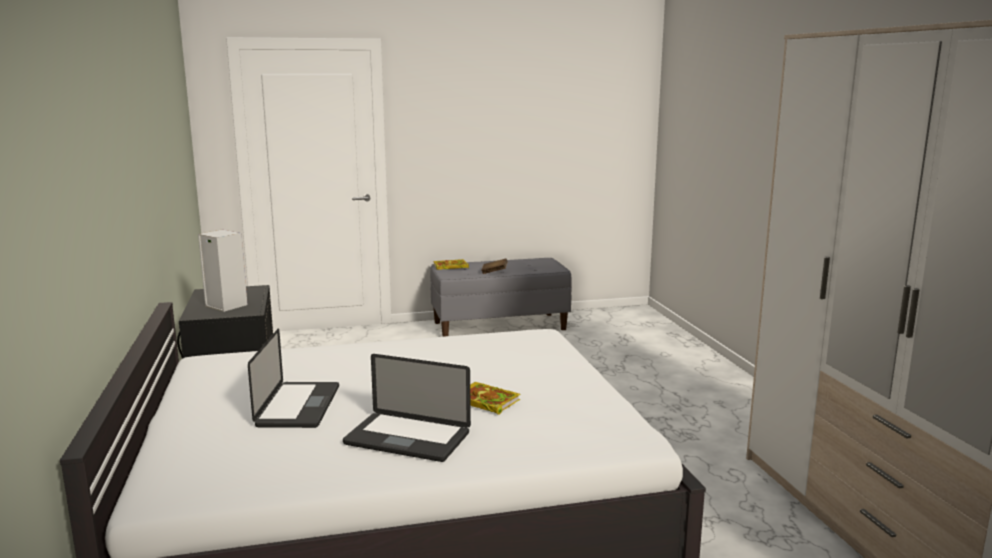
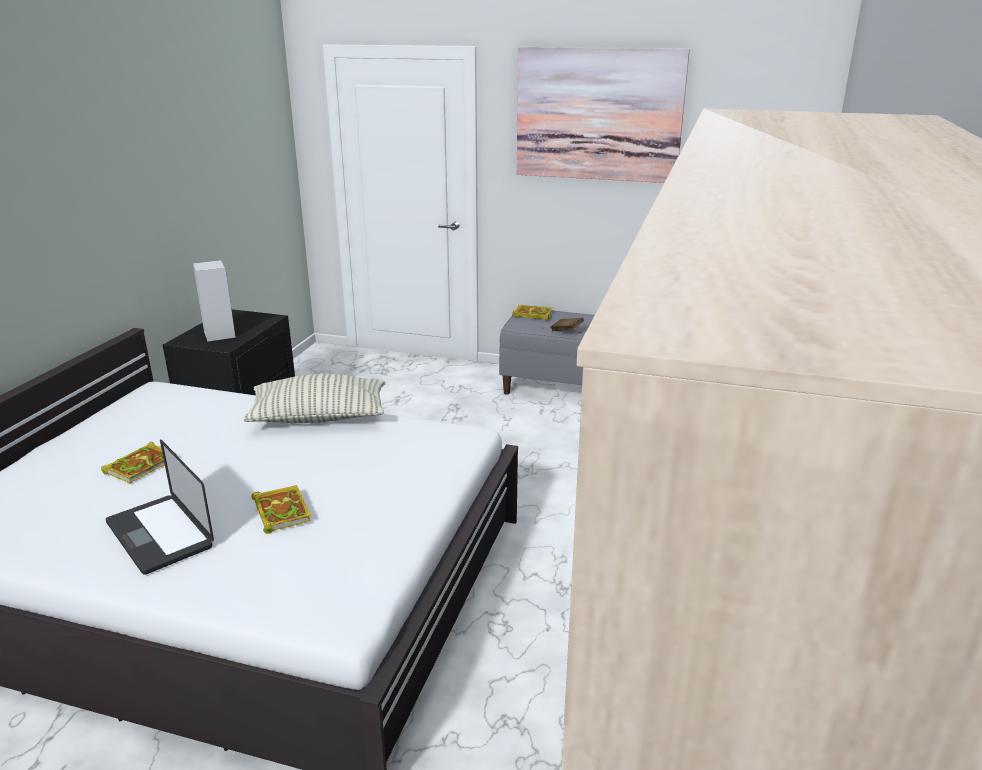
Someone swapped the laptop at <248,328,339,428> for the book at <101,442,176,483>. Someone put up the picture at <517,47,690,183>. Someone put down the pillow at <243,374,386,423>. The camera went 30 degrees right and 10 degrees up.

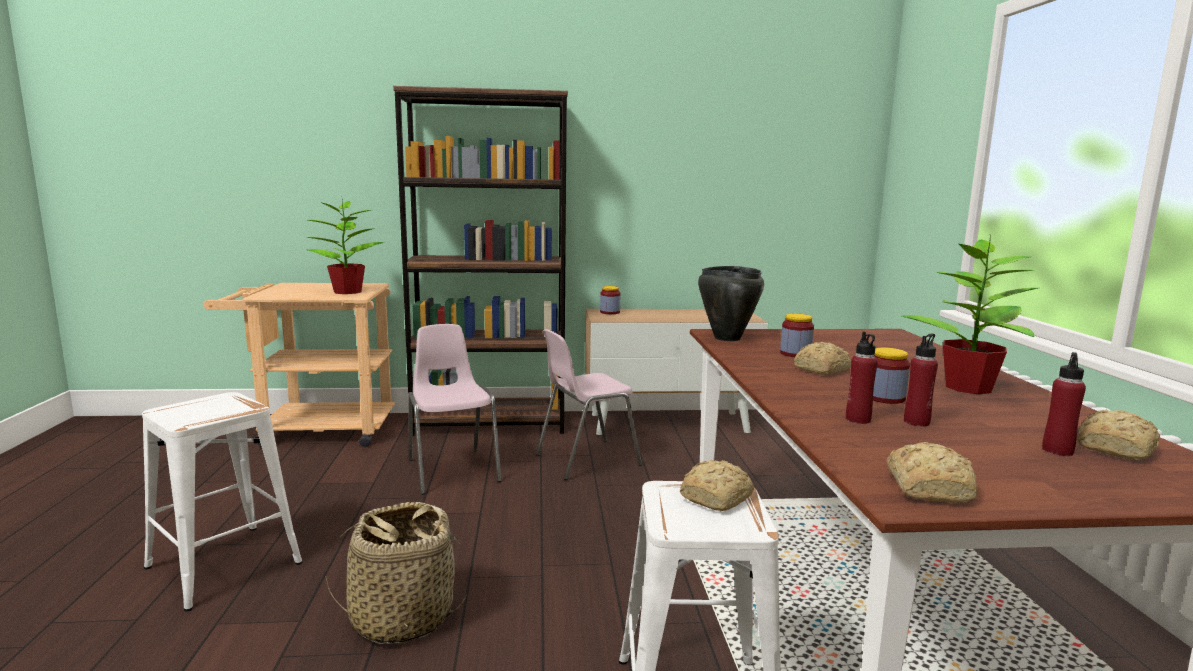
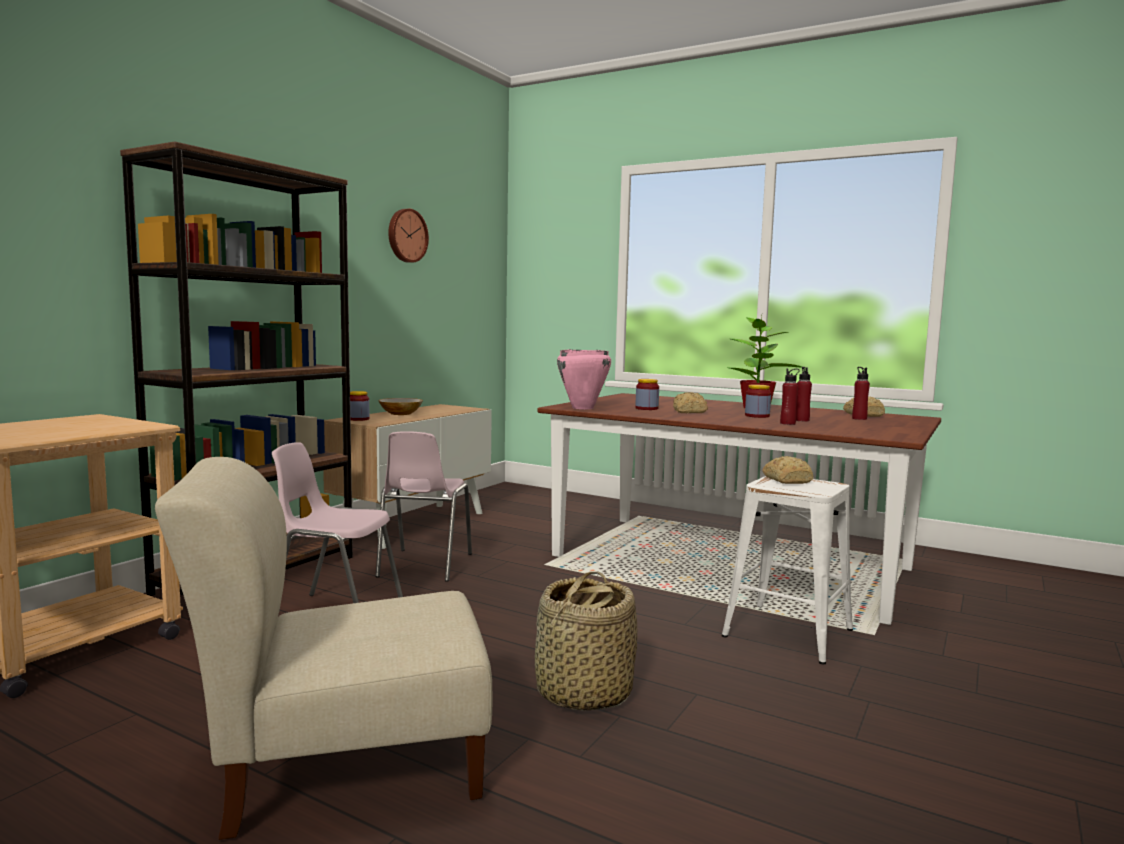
Someone took away the potted plant at <307,199,385,294>. Someone repainted the black cooking pot at <698,266,764,341>, which became the pink cooking pot at <557,349,611,409>. Someone swapped the white stool at <142,392,303,612> for the beige chair at <155,457,492,840>. Someone took away the bread at <886,442,977,503>. Someone put up the wall clock at <388,209,429,263>. Someone put down the bowl at <378,398,423,415>. The camera went 55 degrees left and 5 degrees down.

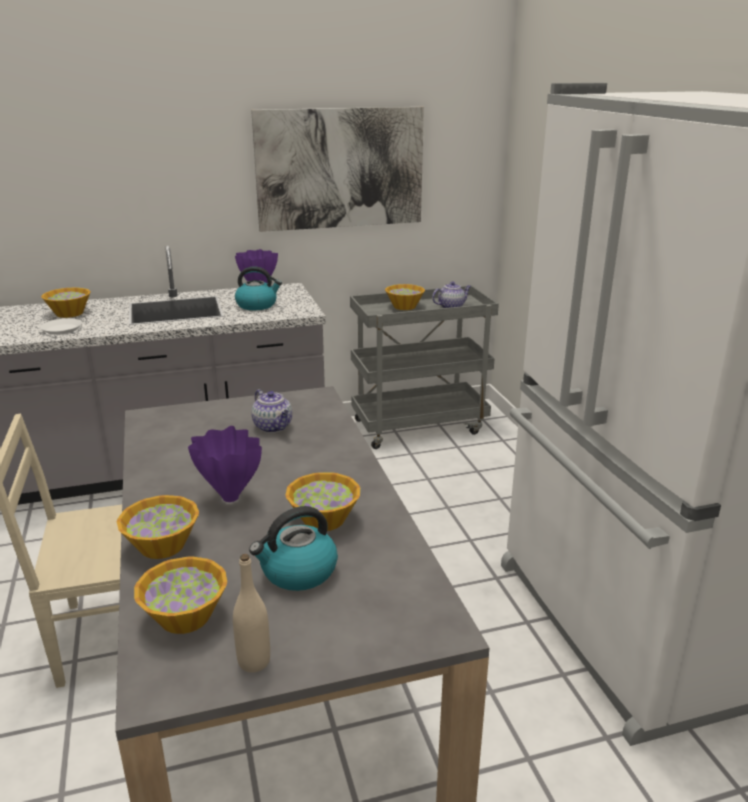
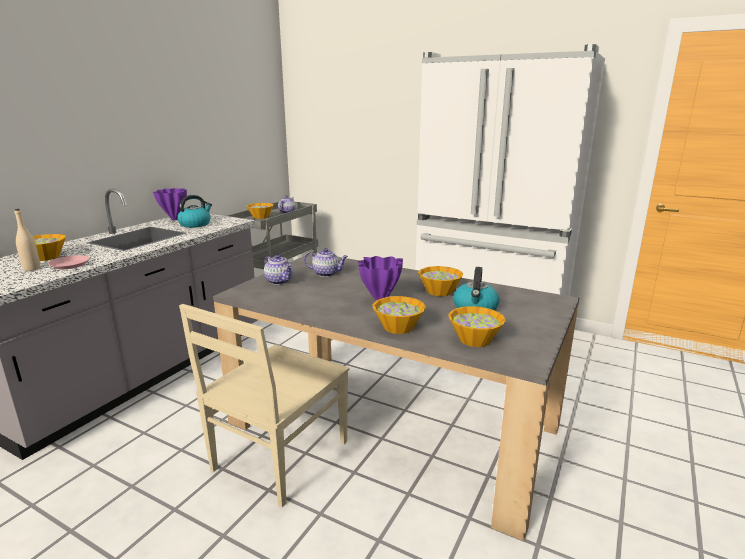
Someone took away the picture at <251,107,424,232>. Someone repainted the white plate at <40,318,82,335>, which became the pink plate at <48,255,89,269>. Someone carried the beige bottle from <233,554,270,673> to <15,209,41,271>. Someone put down the teapot at <264,255,293,285>. The camera went 45 degrees left and 5 degrees down.

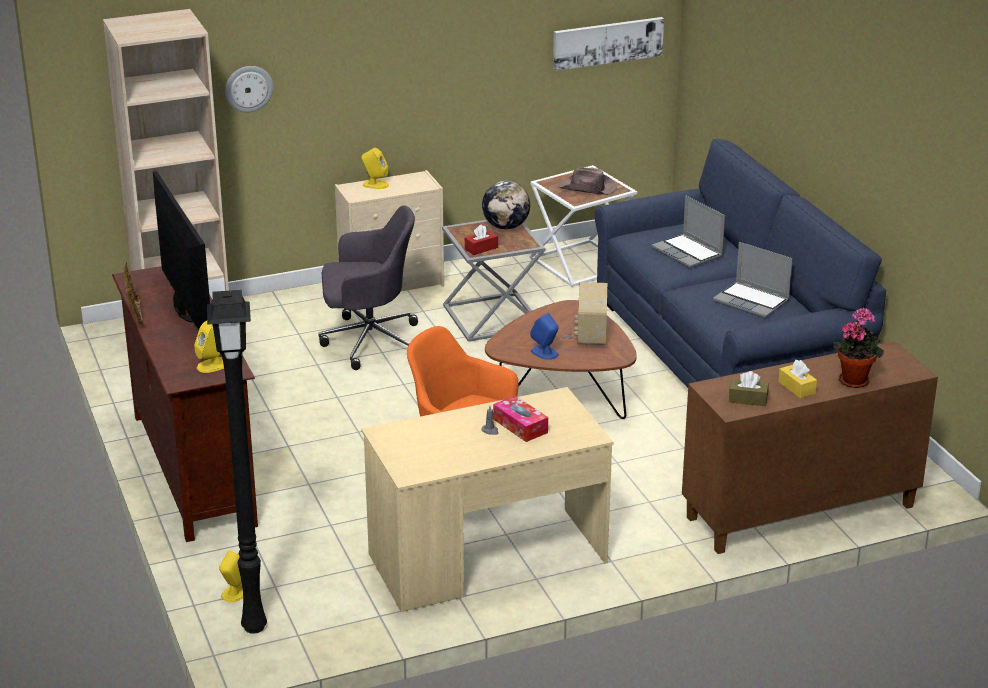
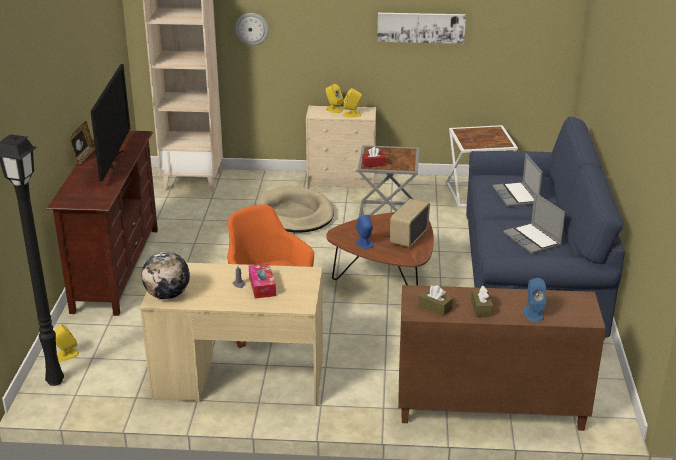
Someone carried the picture from <553,17,664,71> to <377,13,466,44>. Someone took away the brown hat at <558,167,617,195>. Someone carried the globe from <482,181,530,229> to <141,252,190,299>. Someone swapped the grey office chair at <319,205,418,370> for the beige dog bed at <255,186,334,233>. Someone swapped the potted plant at <833,308,884,388> for the blue speaker at <524,278,546,322>. Someone carried the yellow speaker from <194,321,224,373> to <343,88,362,117>. Someone repainted the yellow tissue box at <778,360,817,398>, which became the brown tissue box at <471,285,493,317>. The camera went 25 degrees right and 0 degrees up.

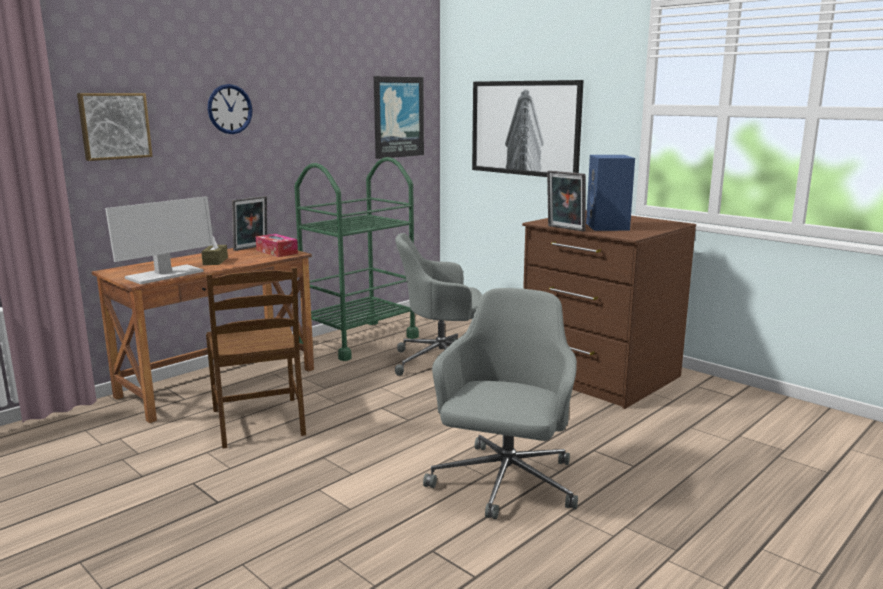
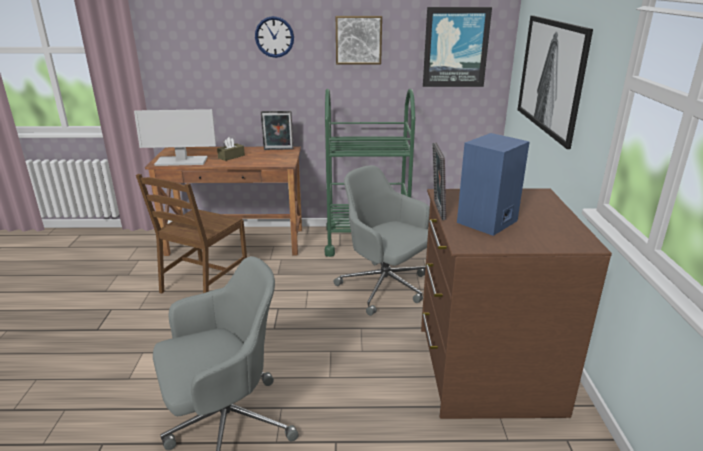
Someone carried the picture from <77,93,153,161> to <336,16,382,65>. Someone took away the tissue box at <256,234,298,257>. The camera went 45 degrees right and 10 degrees up.

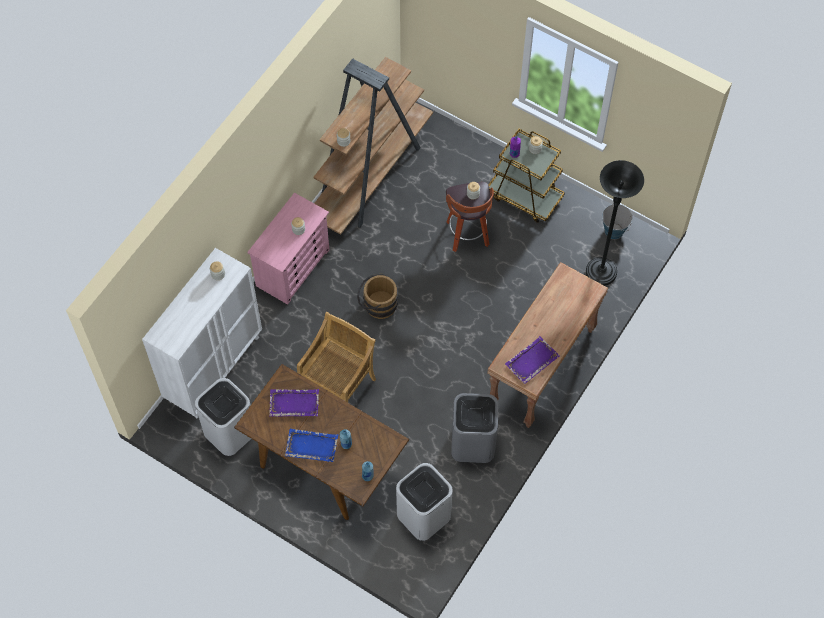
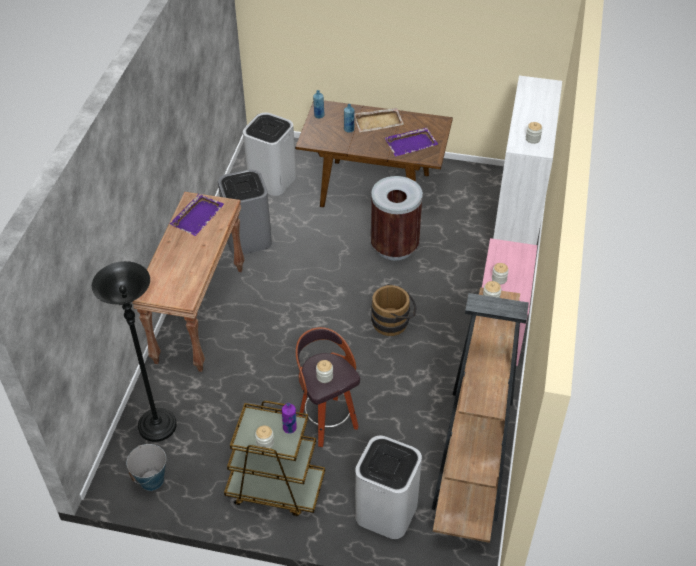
Someone swapped the beige chair at <297,312,376,402> for the brown trash can at <371,176,423,260>. Someone carried the white trash can from <195,378,251,456> to <355,435,422,539>. Someone repainted the blue tray at <285,429,339,462>, which became the beige tray at <354,108,404,132>. The camera went 160 degrees right and 15 degrees down.

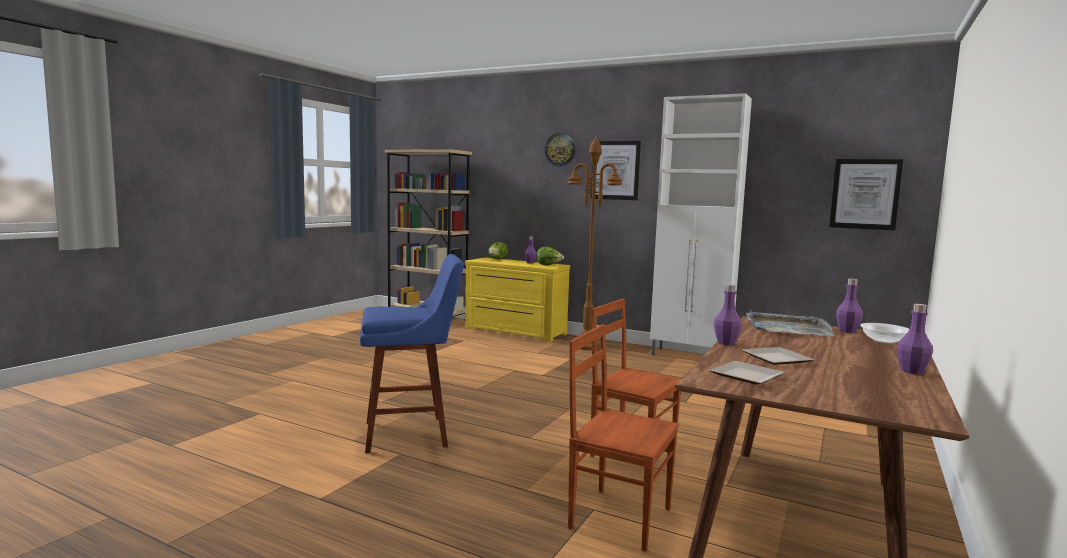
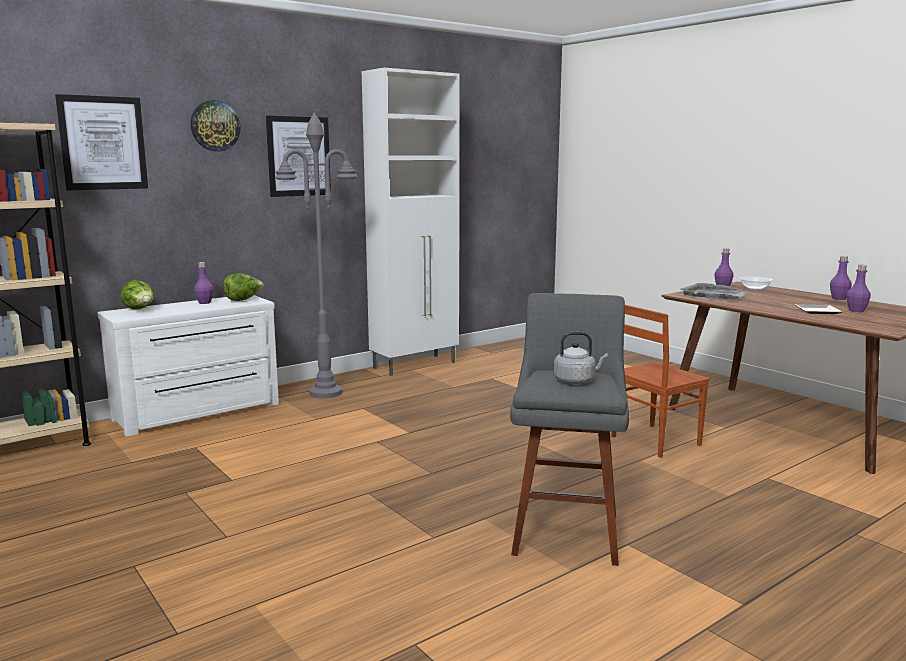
Someone repainted the brown floor lamp at <567,137,623,350>, which became the grey floor lamp at <275,112,358,398>. Someone carried the picture from <829,159,903,230> to <55,94,148,190>. Someone repainted the blue stool at <360,254,464,453>, which became the grey stool at <510,293,629,566>. Someone repainted the yellow dresser at <465,257,570,342>, which became the white dresser at <98,295,279,437>. Someone carried the purple bottle from <714,284,742,345> to <847,265,871,312>. Someone took away the brown chair at <568,324,679,552>. Someone took away the plate at <710,361,784,385>. Someone put down the grey kettle at <553,332,608,384>. The camera went 65 degrees left and 5 degrees up.

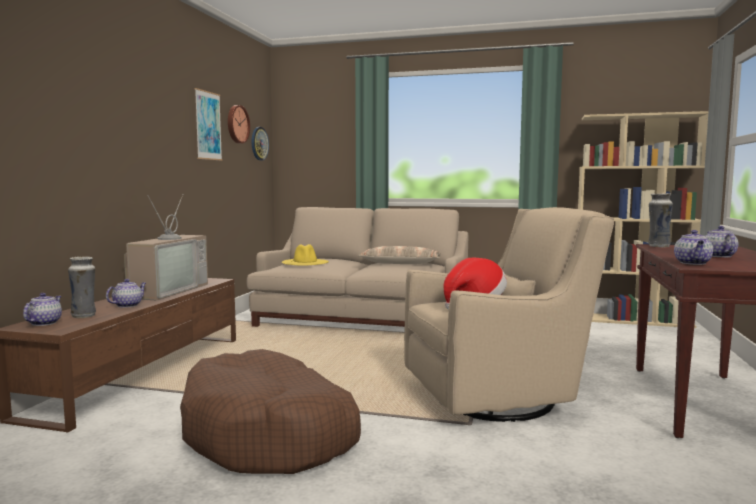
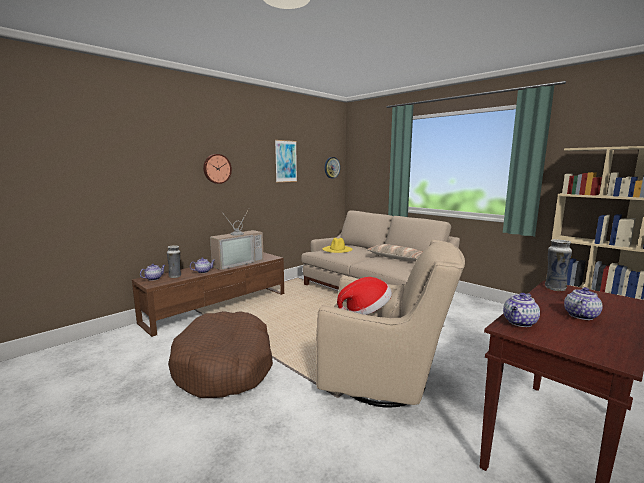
Someone carried the wall clock from <228,105,250,144> to <203,154,232,184>. The camera went 30 degrees right and 5 degrees up.

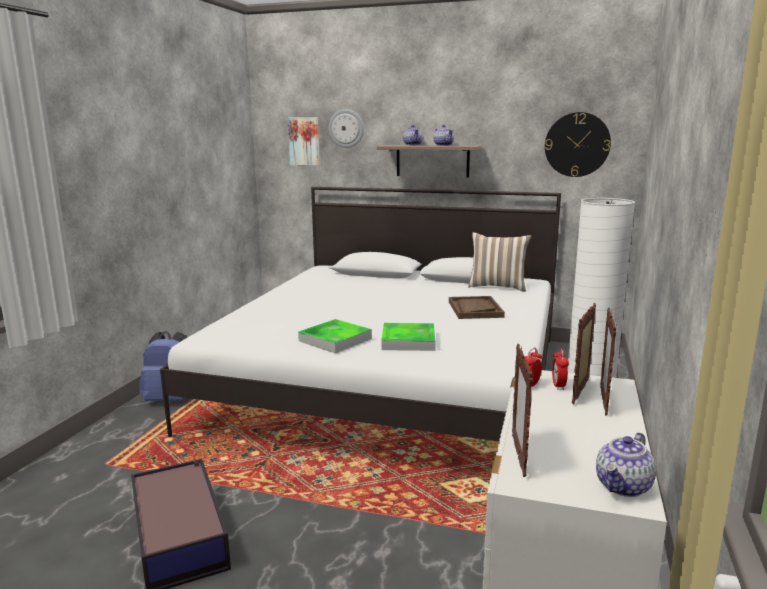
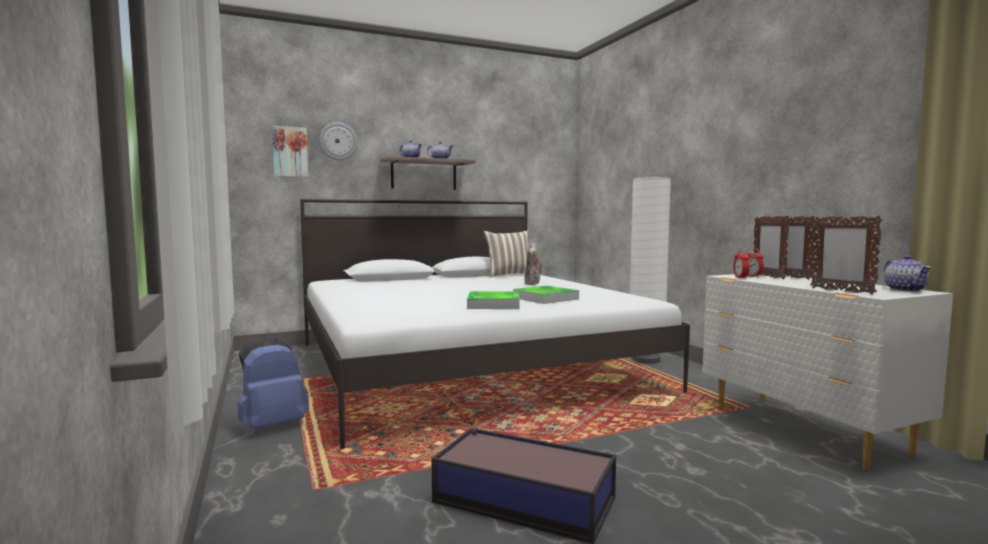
Someone took away the wall clock at <545,112,611,177>. Someone swapped the brown tray at <449,296,505,319> for the plush toy at <524,243,543,285>. The camera went 40 degrees left and 10 degrees down.

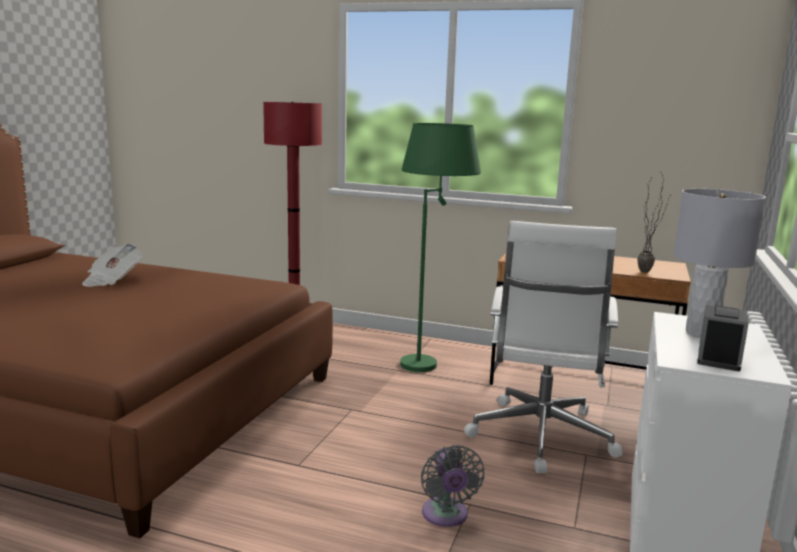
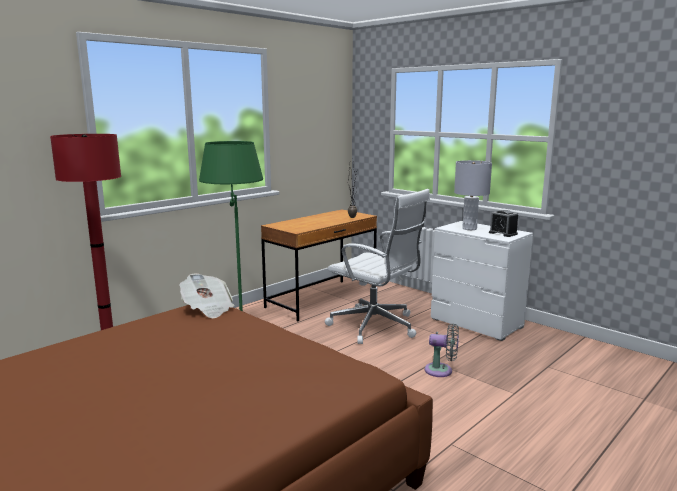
Someone carried the newspaper from <82,244,143,287> to <179,273,234,318>. The camera went 65 degrees left and 0 degrees up.

